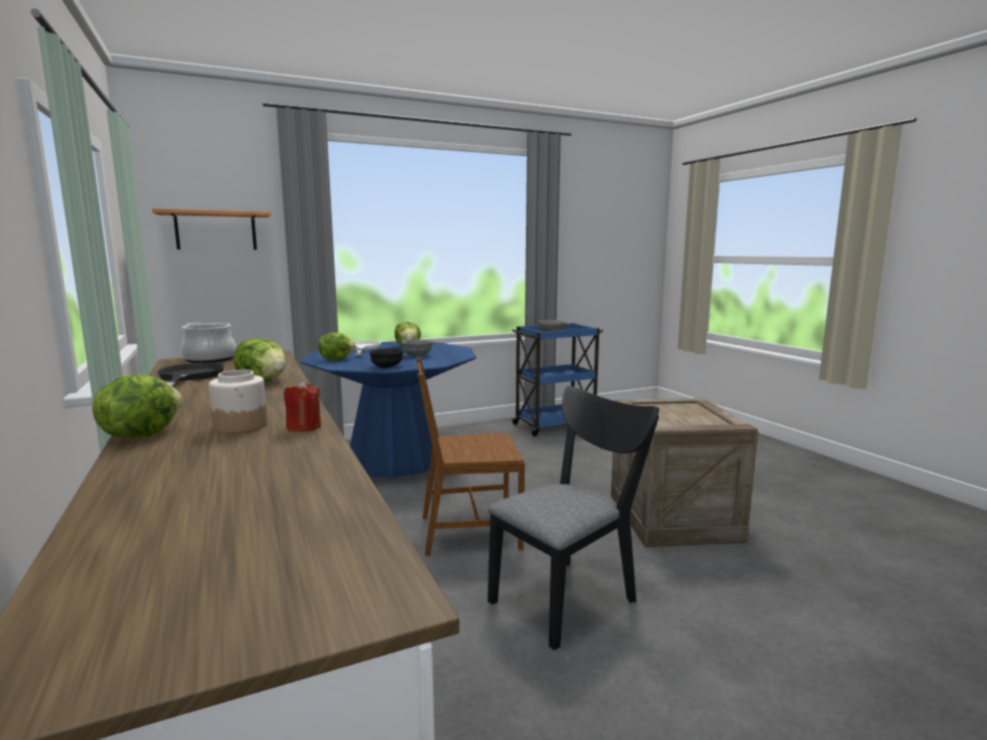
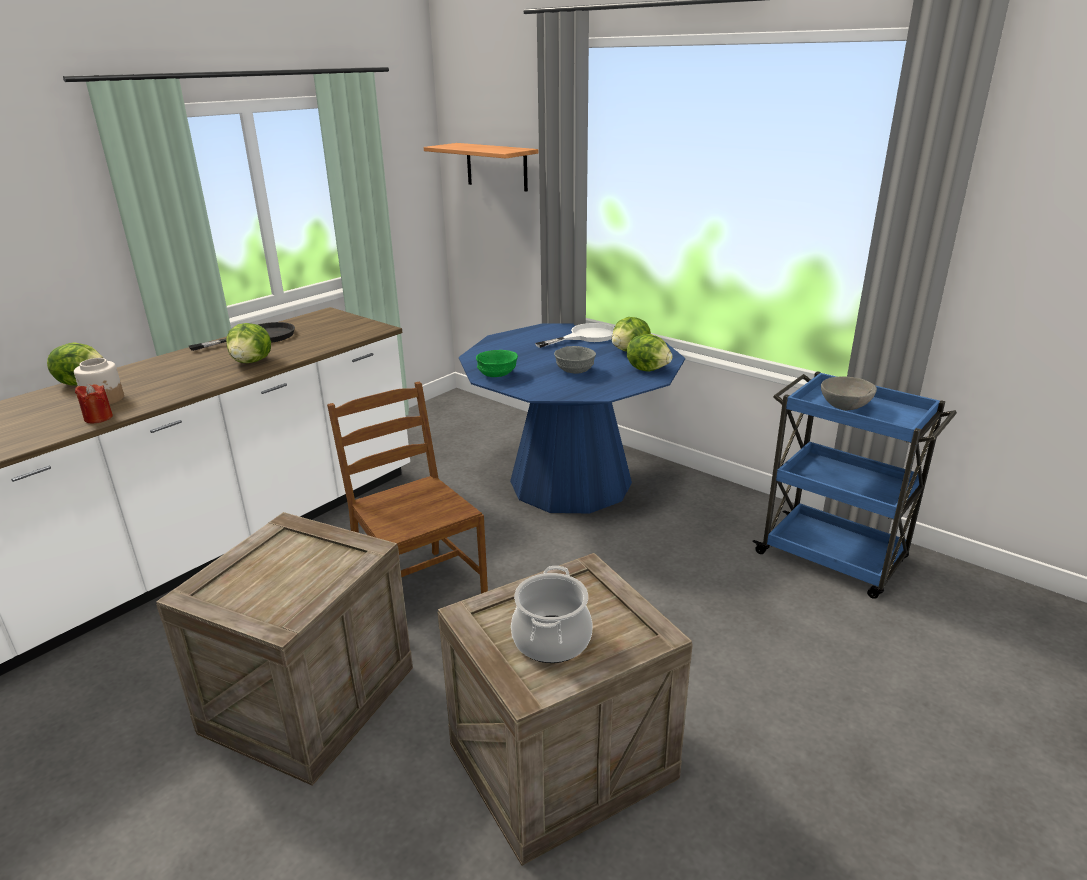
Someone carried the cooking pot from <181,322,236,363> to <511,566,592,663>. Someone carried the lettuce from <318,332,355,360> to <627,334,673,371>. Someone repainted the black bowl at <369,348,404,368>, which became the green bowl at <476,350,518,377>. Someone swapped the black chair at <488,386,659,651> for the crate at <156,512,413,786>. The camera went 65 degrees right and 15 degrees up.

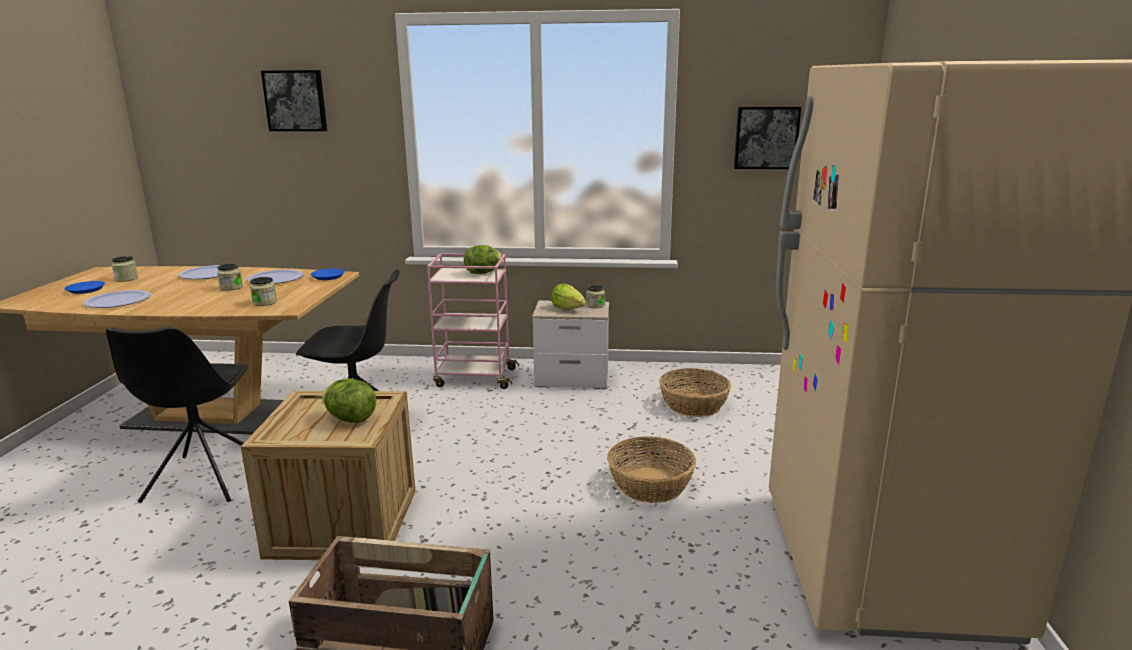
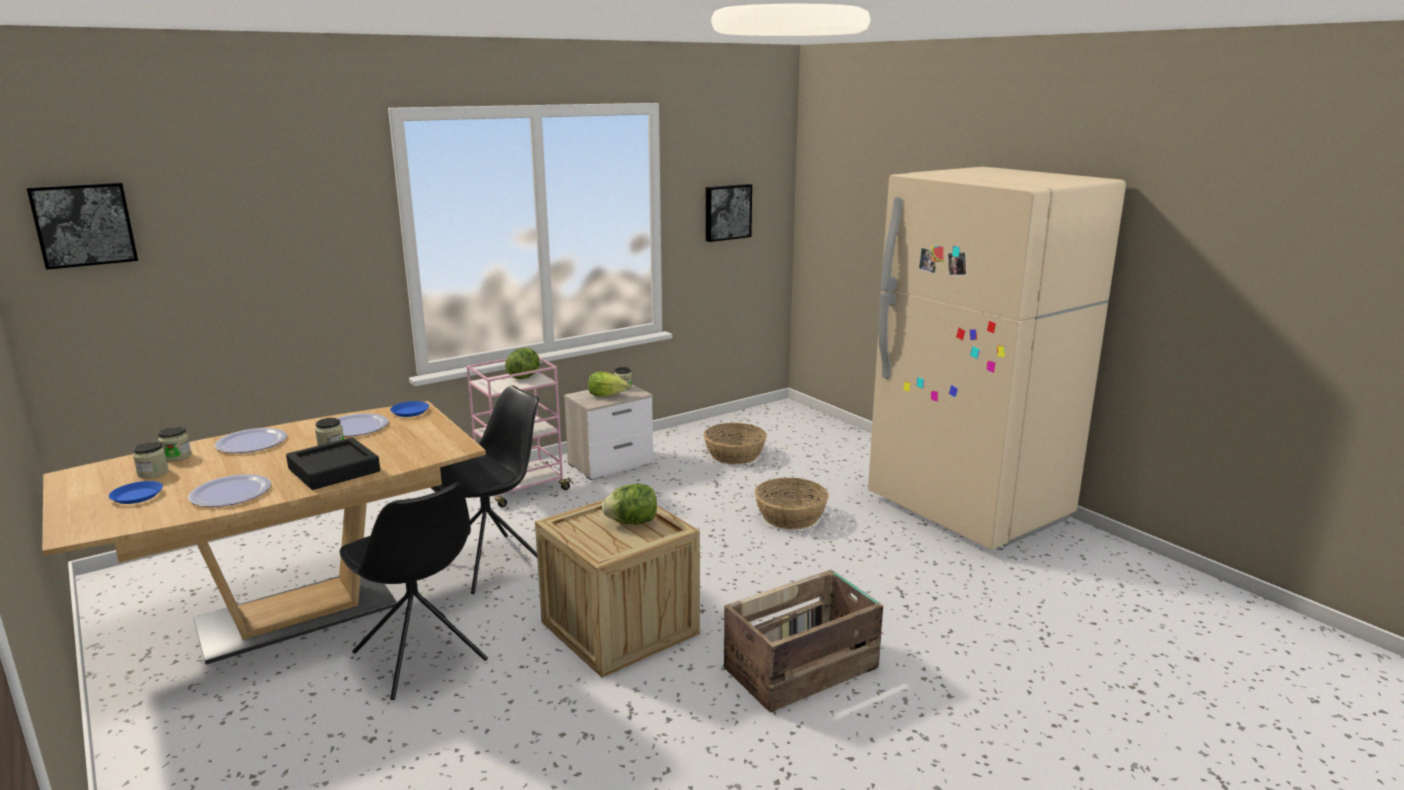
Someone carried the picture from <261,70,327,131> to <27,182,138,270>. Someone carried the jar from <250,277,277,306> to <158,427,192,462>. Someone put down the black tray at <286,437,380,490>. The camera went 40 degrees left and 0 degrees up.

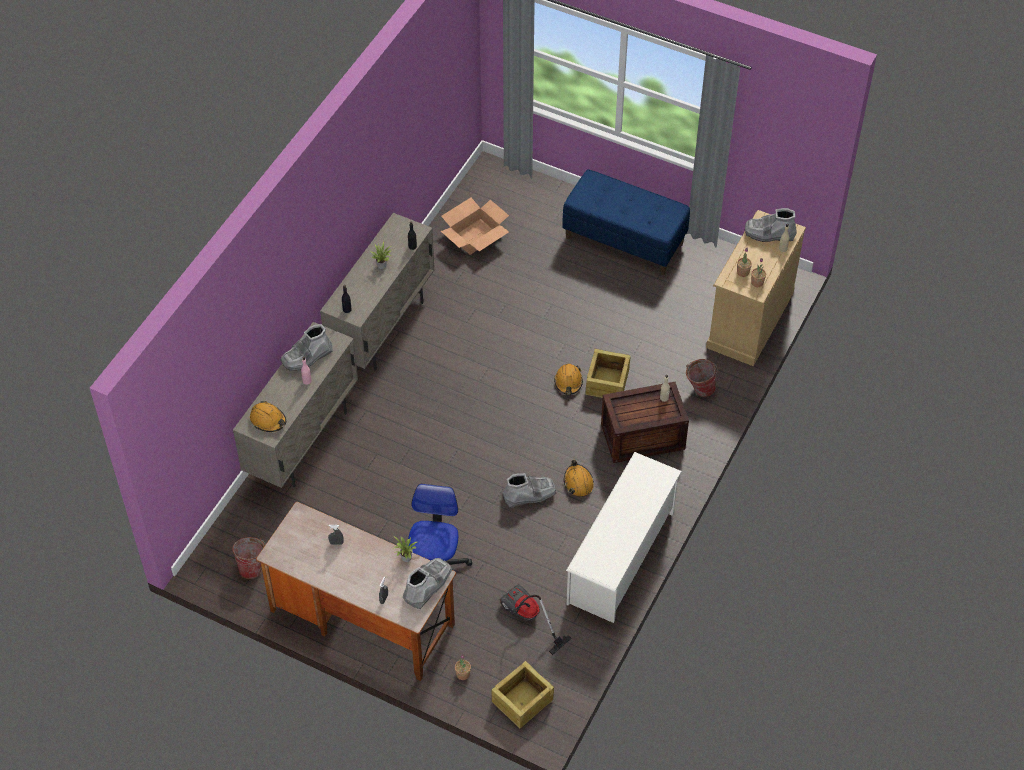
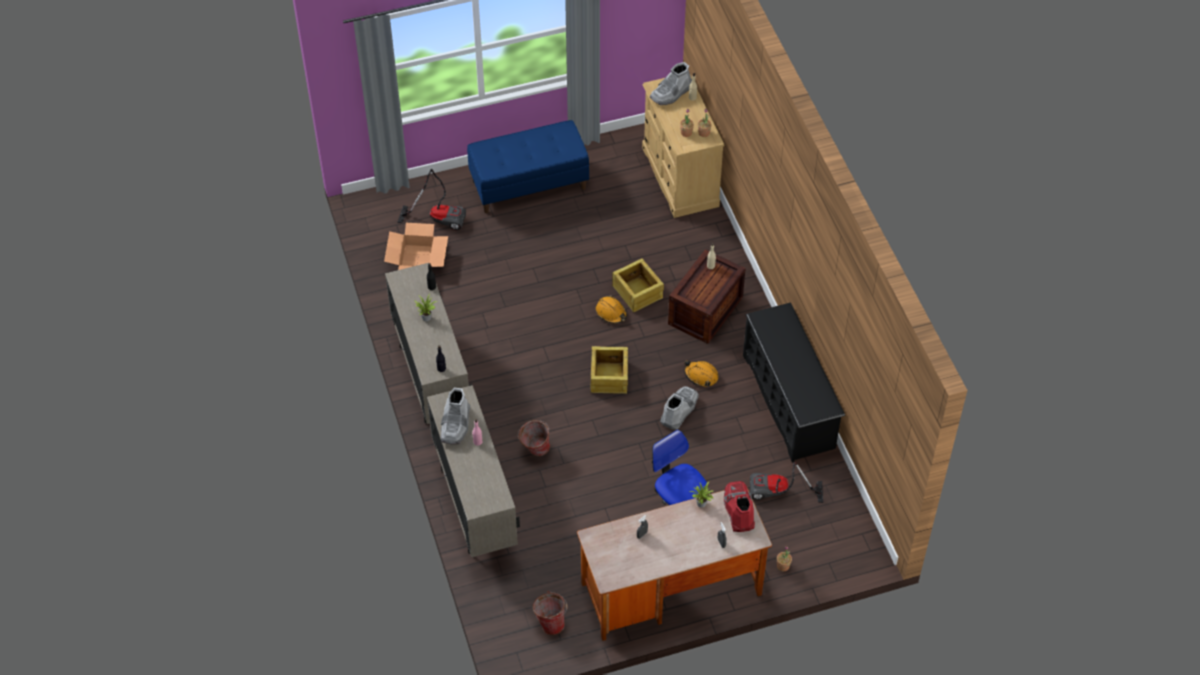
Someone carried the bucket from <686,359,718,397> to <518,420,550,456>. Someone took away the orange hard hat at <250,401,286,432>. Someone repainted the white shoe rack at <566,452,682,623>, which became the black shoe rack at <743,303,845,463>. Someone repainted the grey boot at <403,558,452,609>, which became the red boot at <724,481,755,532>. Someone carried the crate from <491,661,554,728> to <591,346,628,394>. Someone put down the vacuum cleaner at <398,169,466,230>. The camera went 45 degrees left and 0 degrees up.

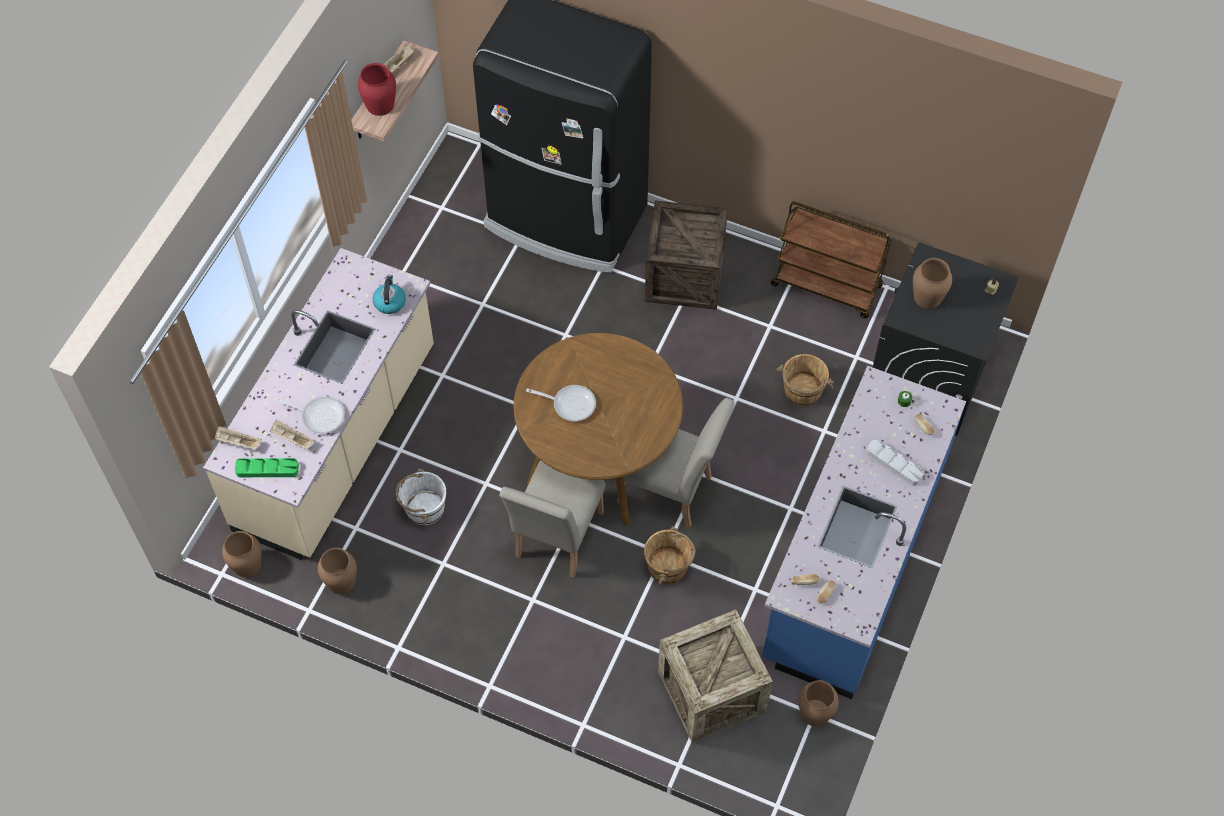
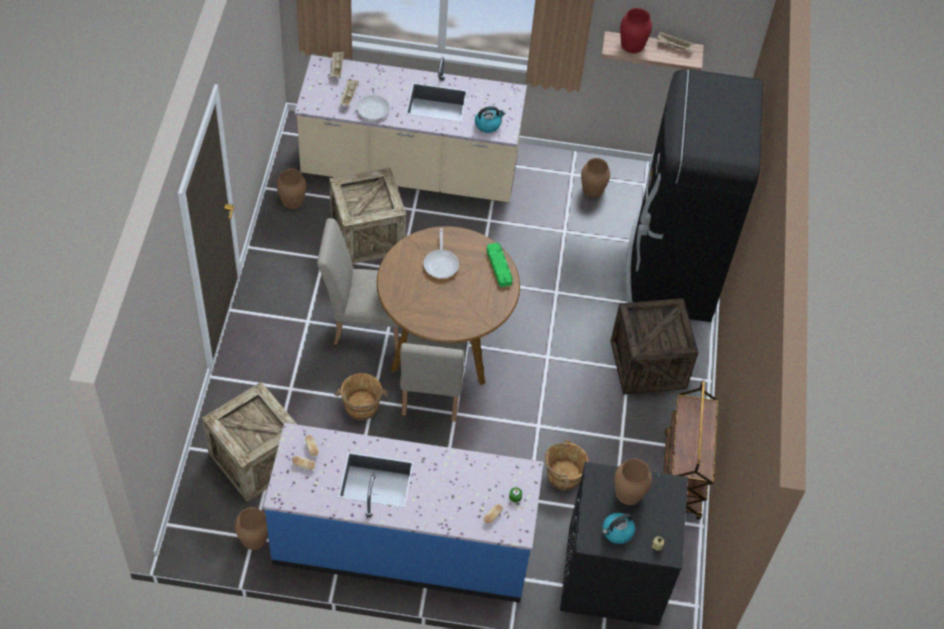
Someone took away the grey tray at <866,439,924,486>. Someone carried the green tray from <235,458,299,477> to <487,243,513,287>. Someone swapped the white bucket at <395,468,446,525> for the crate at <329,167,406,264>. Someone carried the brown vase from <222,531,261,577> to <581,158,610,198>. Someone put down the kettle at <602,513,635,544>. The camera went 70 degrees right and 5 degrees down.

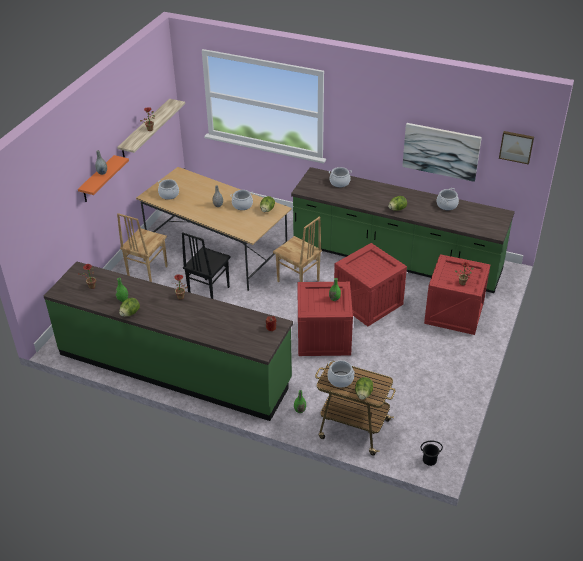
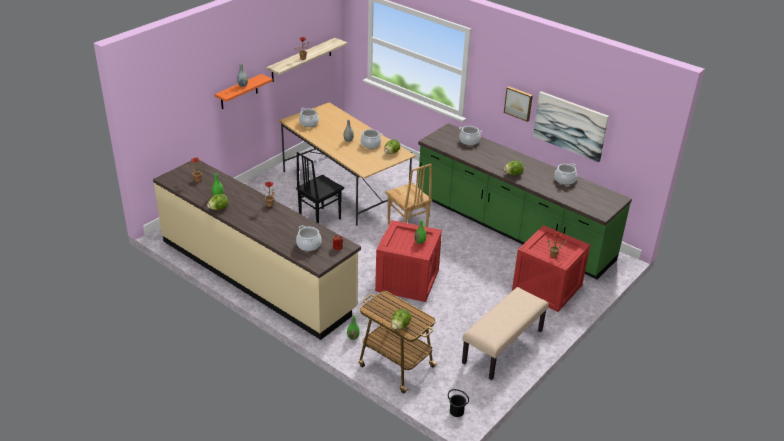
Someone carried the picture from <499,131,534,165> to <504,86,533,122>. Someone took away the brown chair at <117,213,168,282>. Someone took away the crate at <334,243,407,326>. Someone repainted the green counter at <44,261,293,421>, which became the beige counter at <153,160,361,340>. Someone carried the cooking pot from <328,360,355,388> to <296,225,322,251>. Someone put down the beige bench at <462,287,549,380>. The camera went 15 degrees right and 5 degrees down.

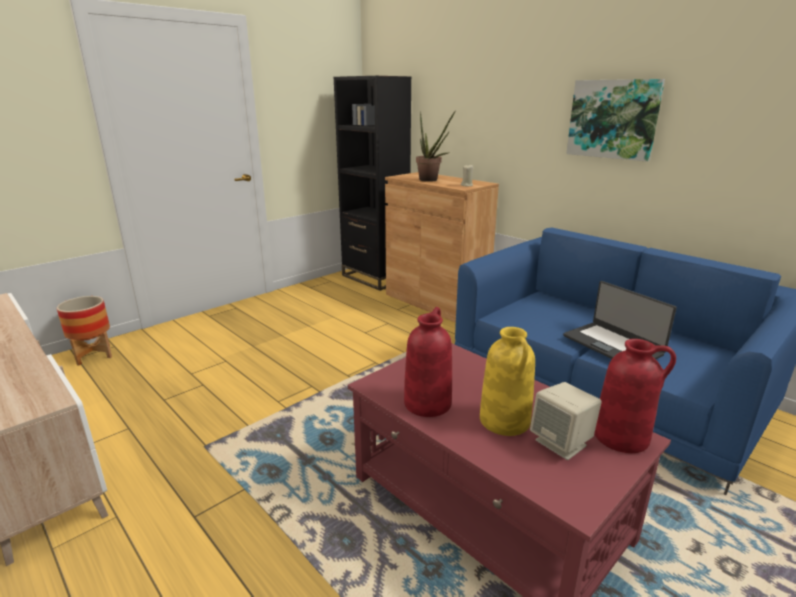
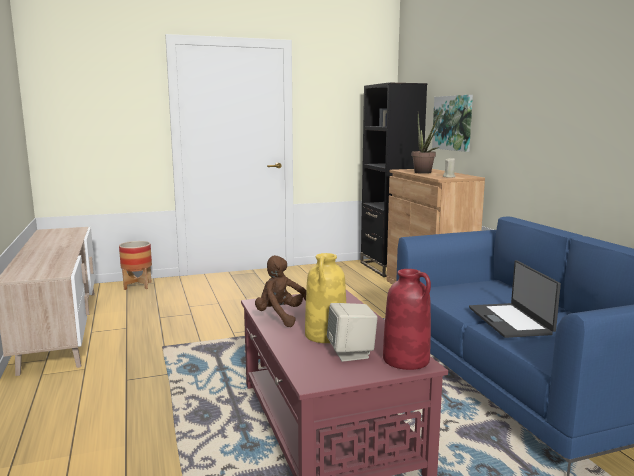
Someone carried the picture from <566,79,665,162> to <432,95,473,152>. Someone swapped the red vase at <404,307,452,417> for the brown plush toy at <255,255,306,327>. The camera went 25 degrees right and 10 degrees down.

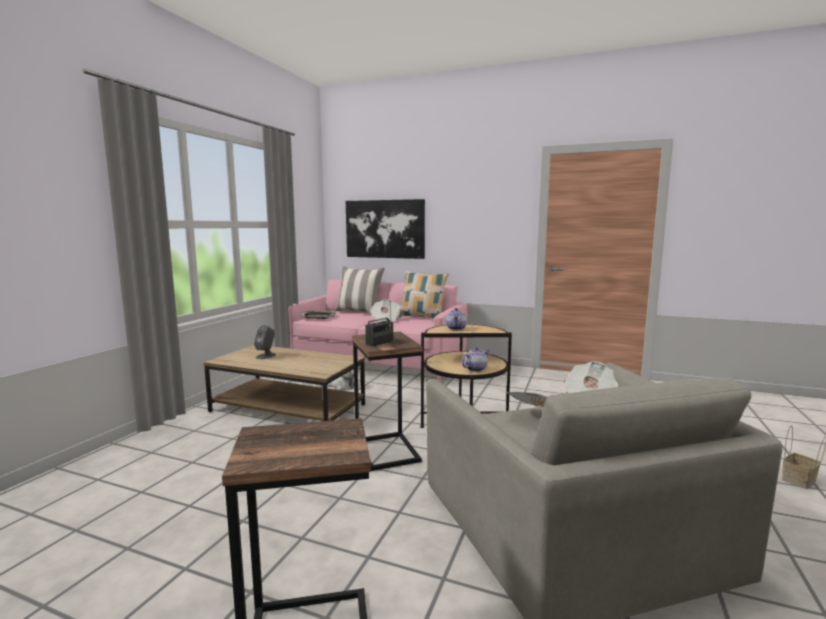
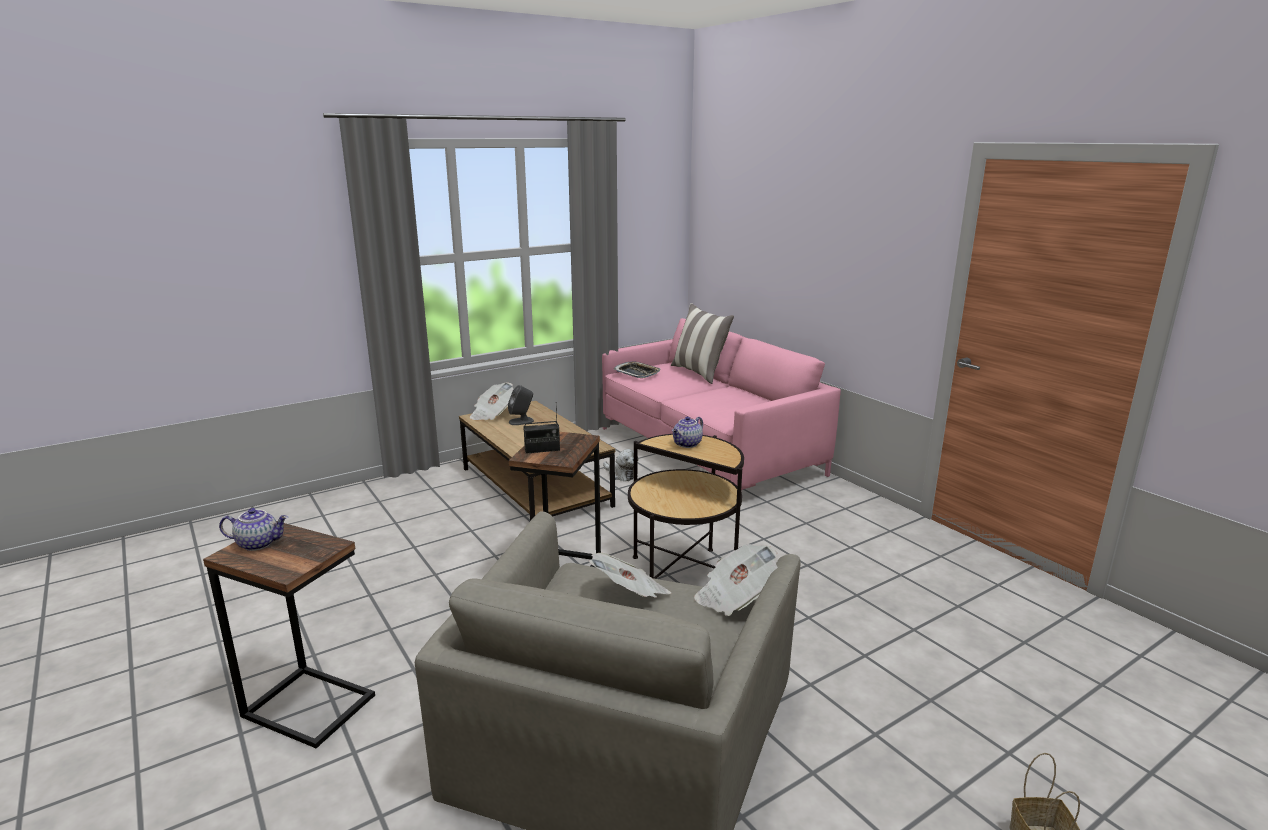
Someone took away the picture at <346,199,425,259>. Someone took away the pillow at <399,271,449,319>. Someone carried the newspaper from <370,299,401,323> to <470,382,513,420>. Someone carried the teapot from <462,347,490,372> to <219,508,288,551>. The camera went 35 degrees right and 10 degrees up.

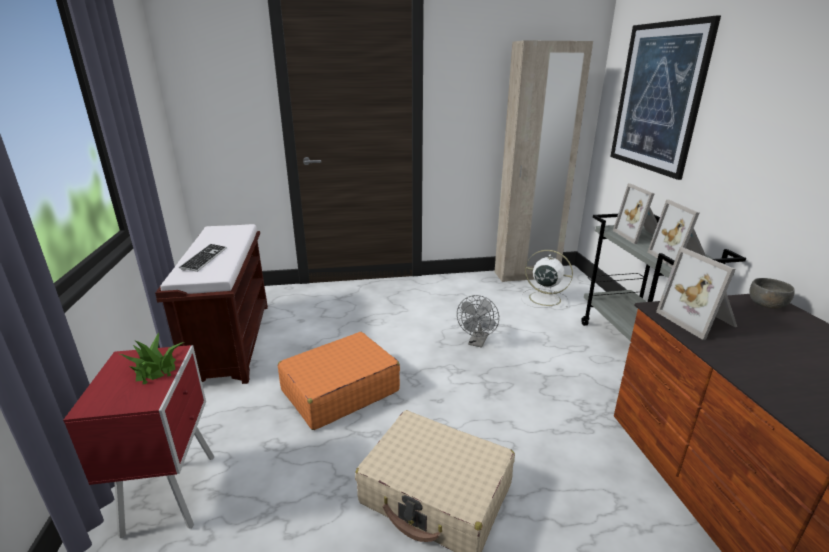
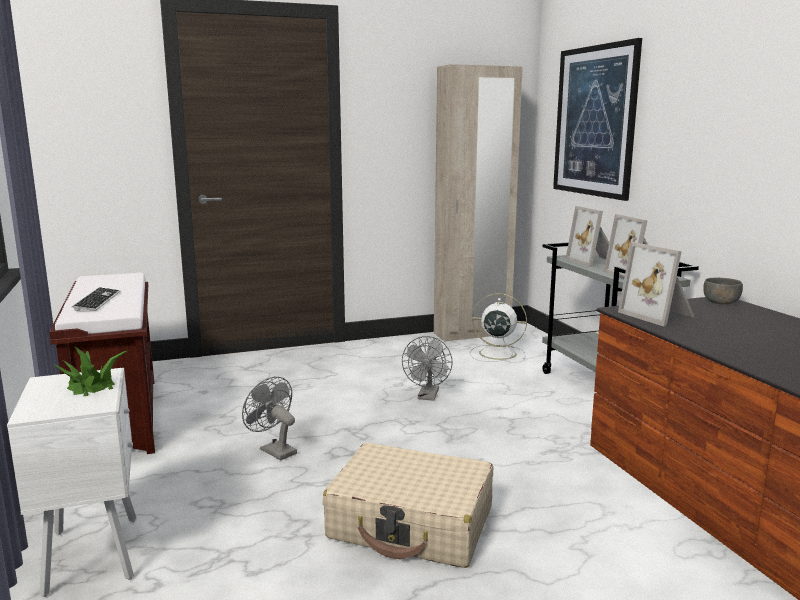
Someone swapped the orange suitcase at <278,332,400,430> for the grey fan at <242,377,297,460>. Someone repainted the red nightstand at <63,345,214,538>, which became the white nightstand at <7,368,137,597>. The camera went 10 degrees left and 10 degrees down.

